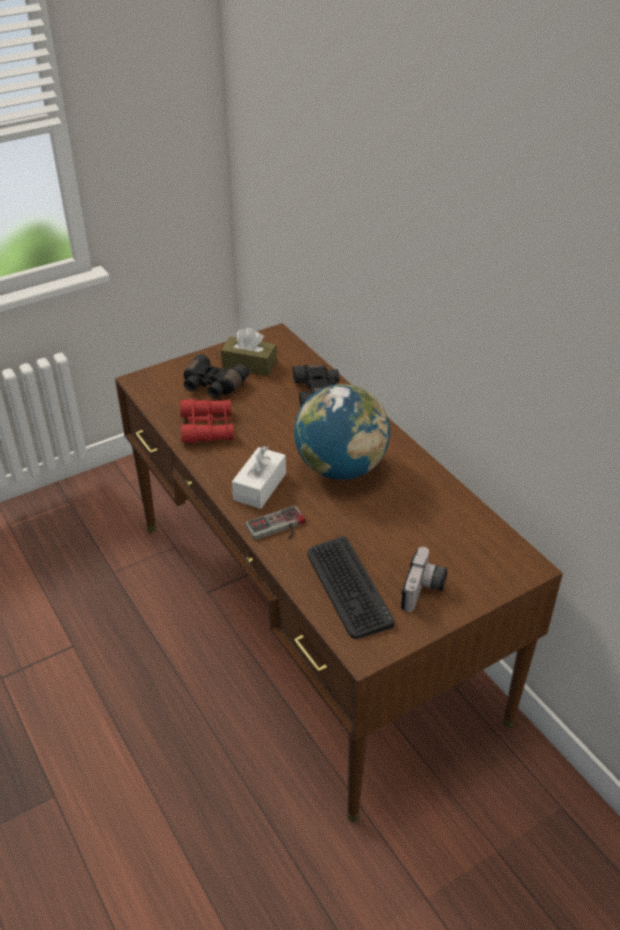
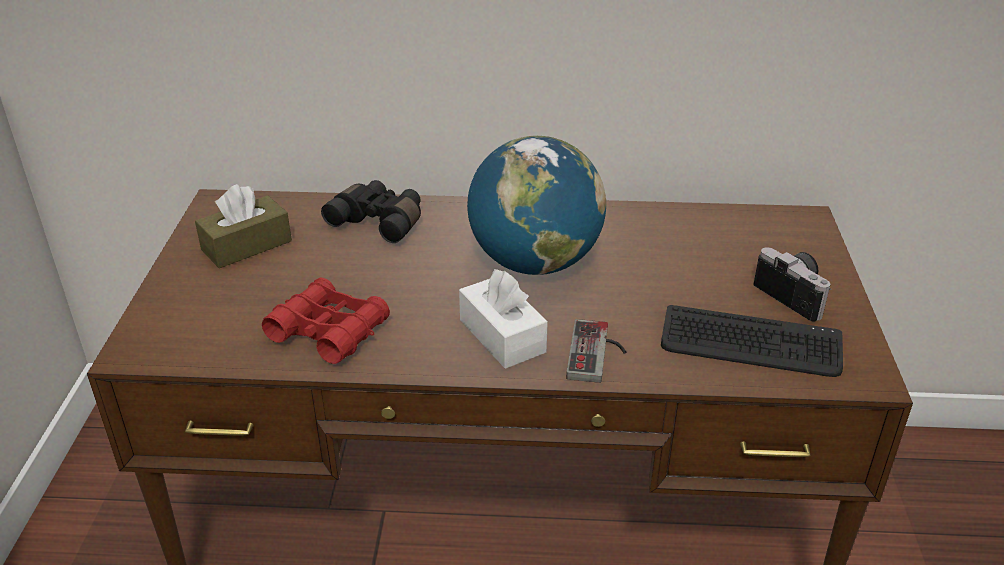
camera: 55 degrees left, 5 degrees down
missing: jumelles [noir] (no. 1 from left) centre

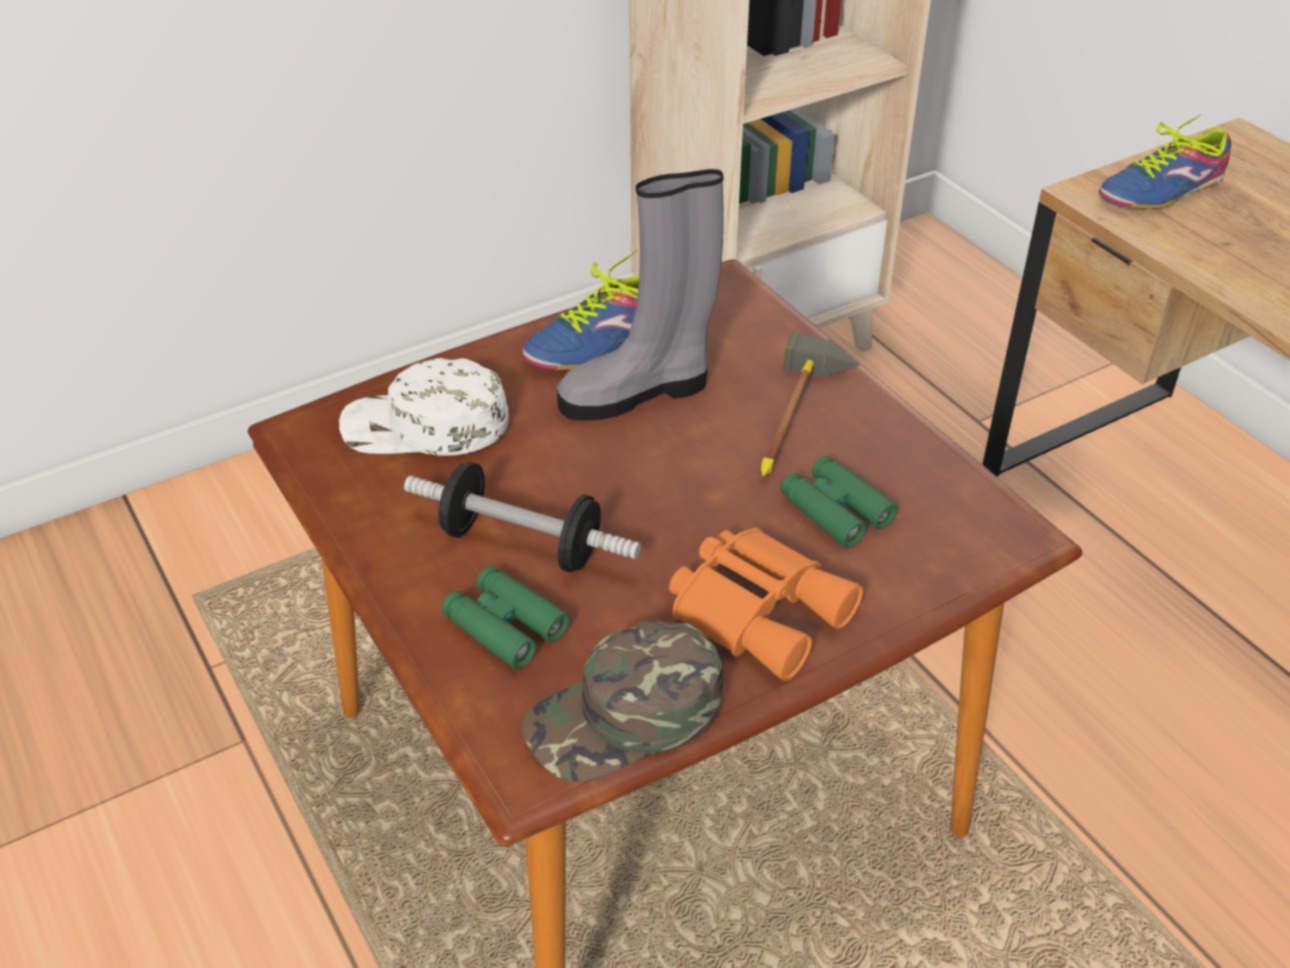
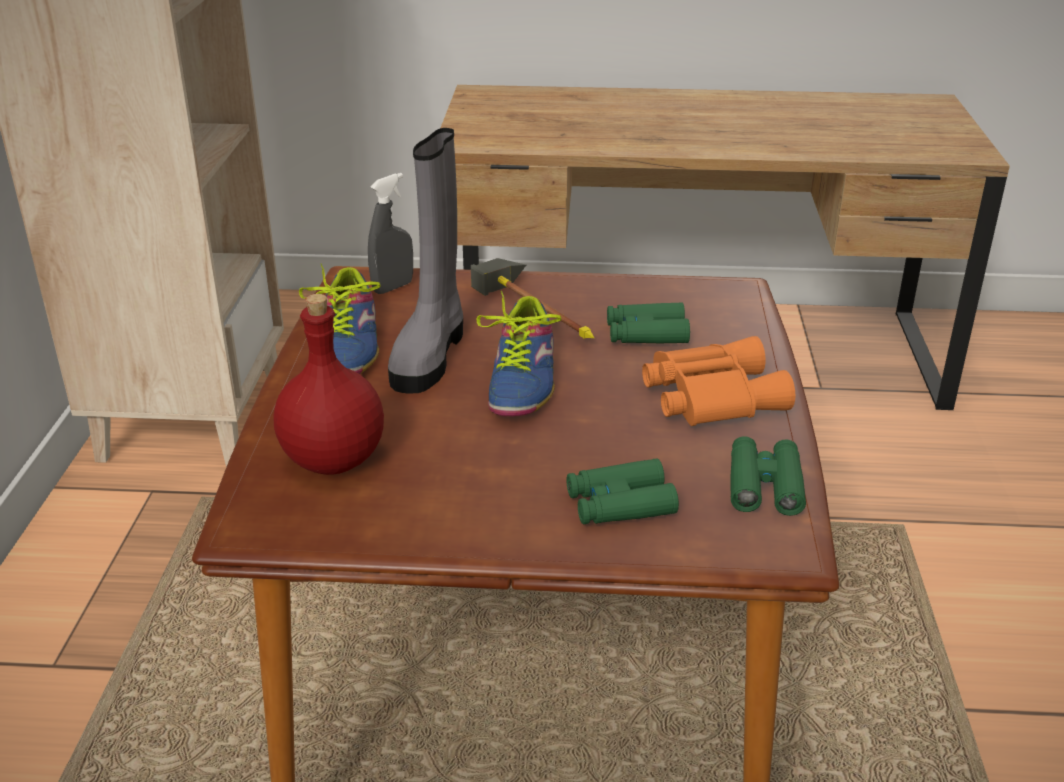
camera: 55 degrees left, 10 degrees down
missing: haltère centre
appeared: vaporisateur [gris] top centre
relocated: chaussure (no. 2 from left) top right to centre
exchanged: casquette [blanc] middle left to bouteille [rouge] middle left; casquette [vert] bottom centre to jumelles [vert] (no. 3 from left) middle right

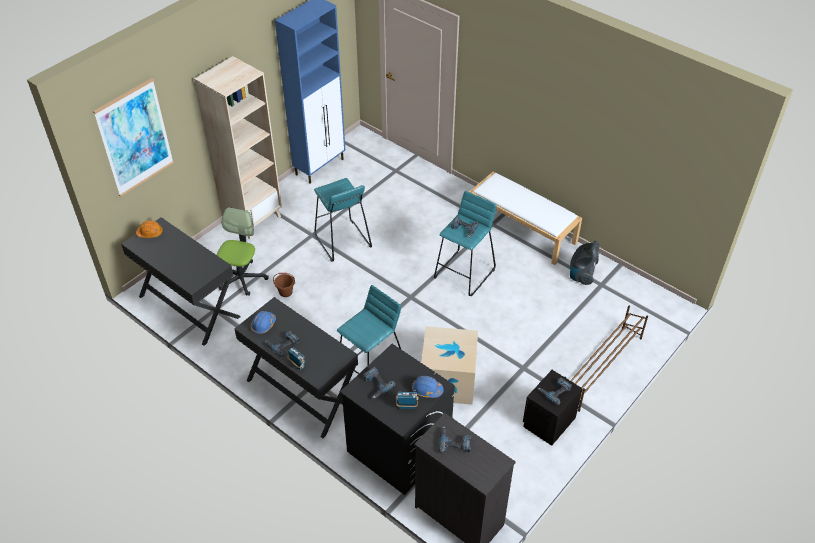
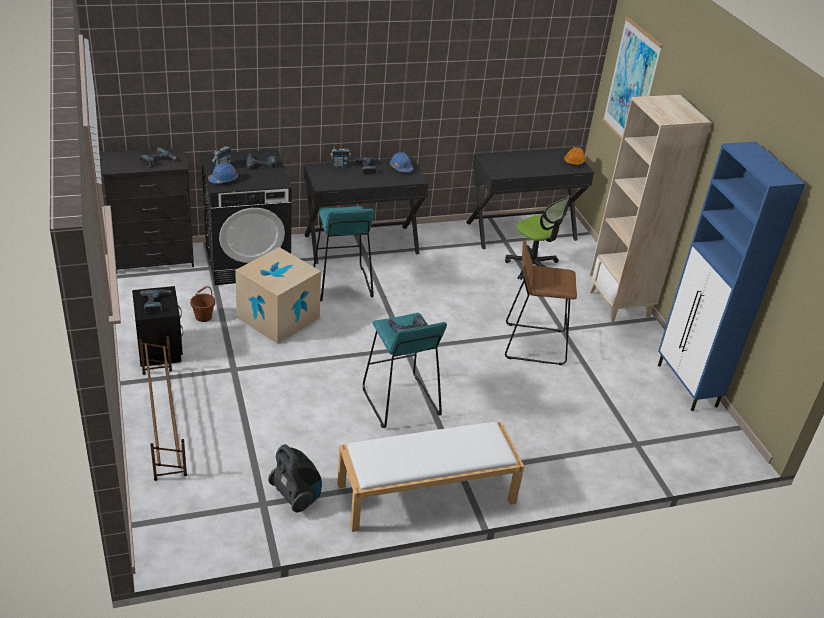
camera: 120 degrees right, 10 degrees down
relocated: seau [marron] centre to middle left
colour: tabouret [turquoise] (no. 1 from left) centre to tabouret [marron] centre

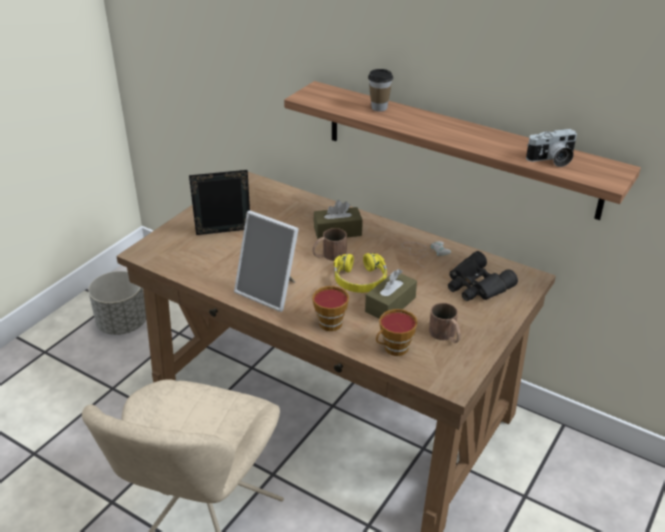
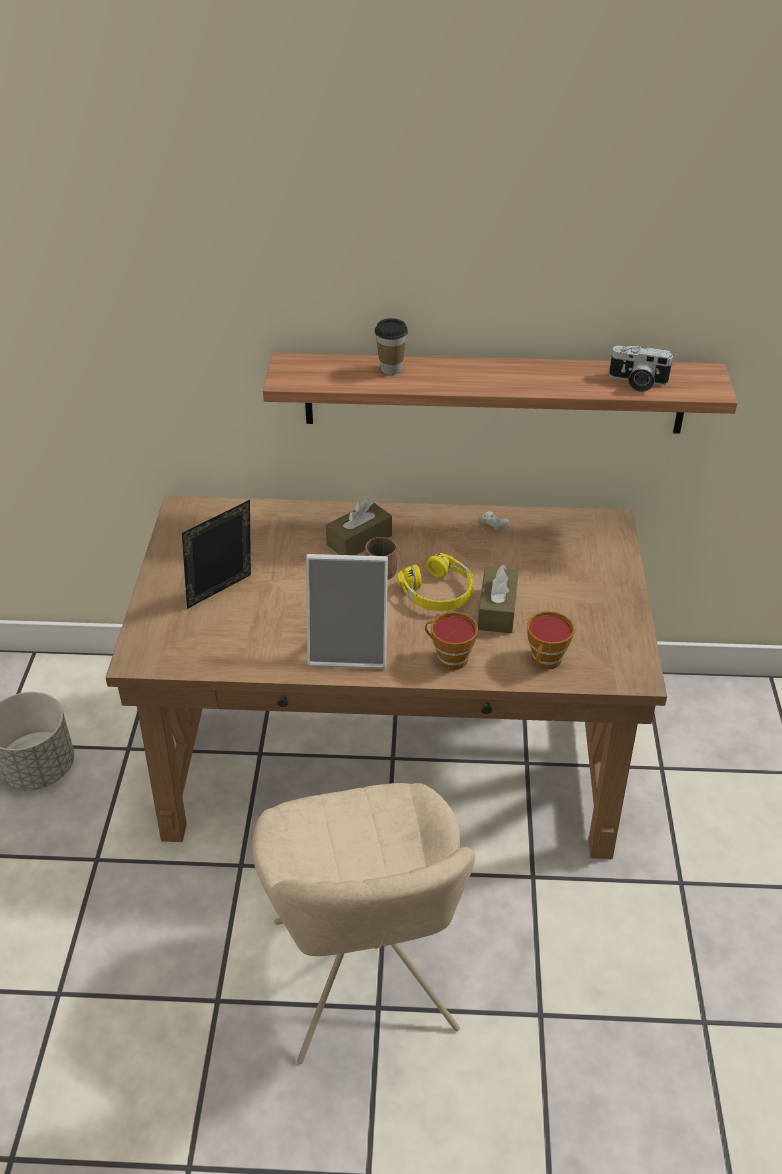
camera: 30 degrees left, 5 degrees up
missing: mug [marron] (no. 2 from left) middle right; jumelles [noir] middle right
spun: appareil photo top right = top right 60 degrees clockwise

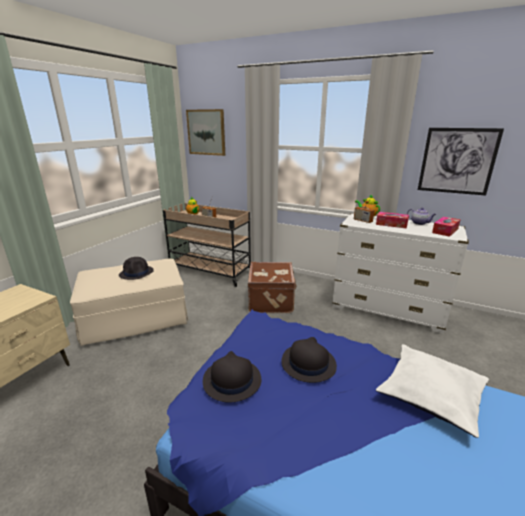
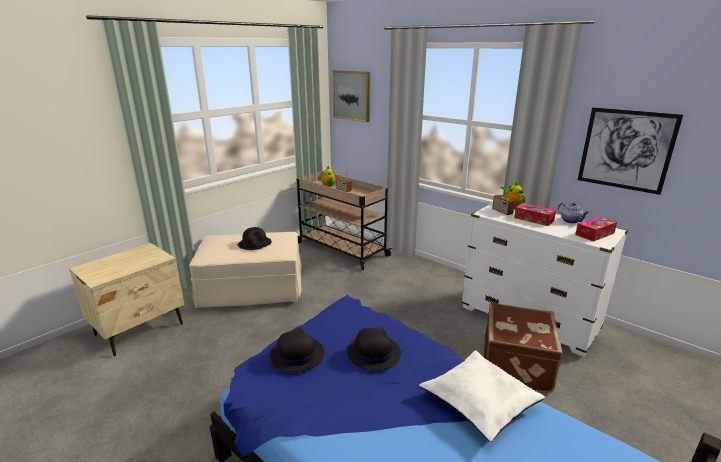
camera: 15 degrees right, 0 degrees up
relocated: valise [marron] centre to bottom right

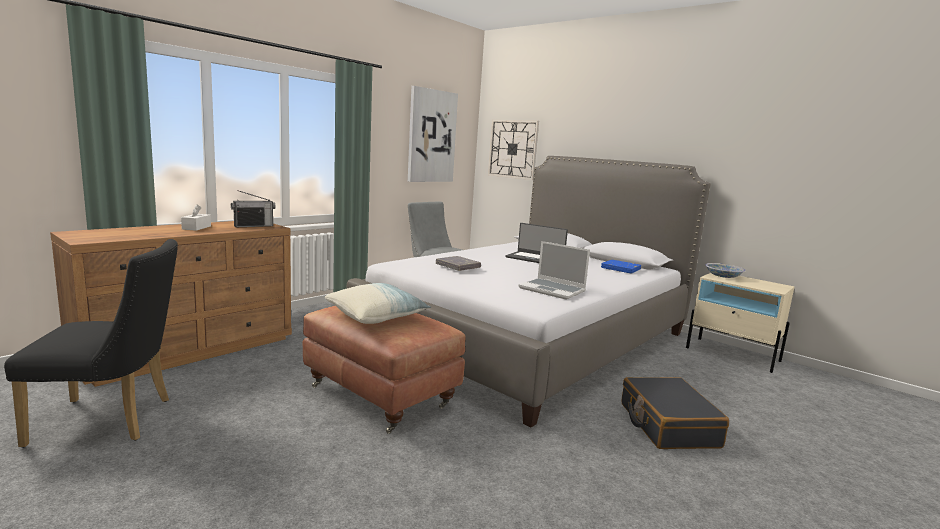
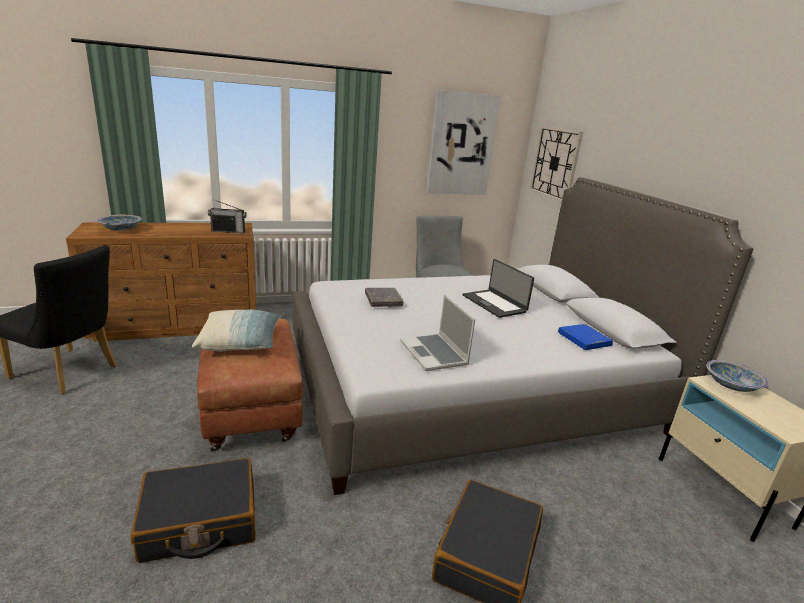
camera: 30 degrees right, 10 degrees up
missing: boîte à mouchoirs [blanc] middle left
appeared: bol (no. 1 from left) middle left; valise [noir] (no. 1 from left) bottom left

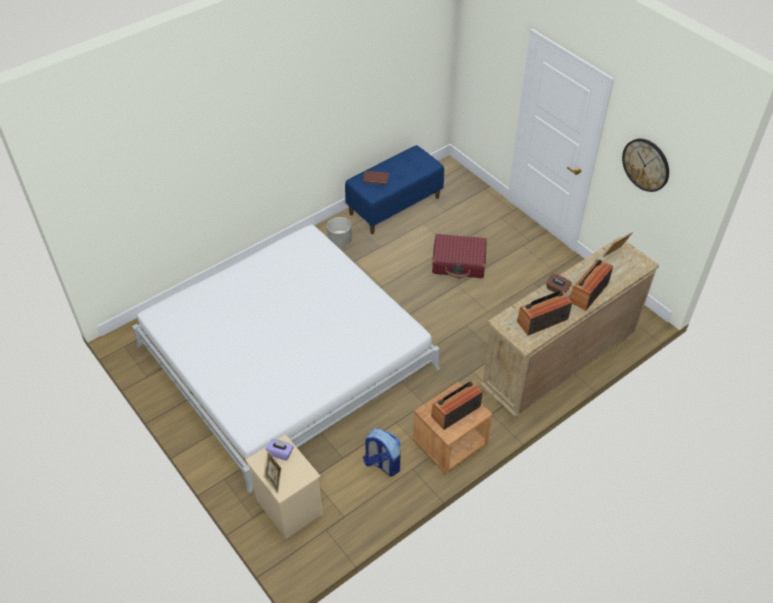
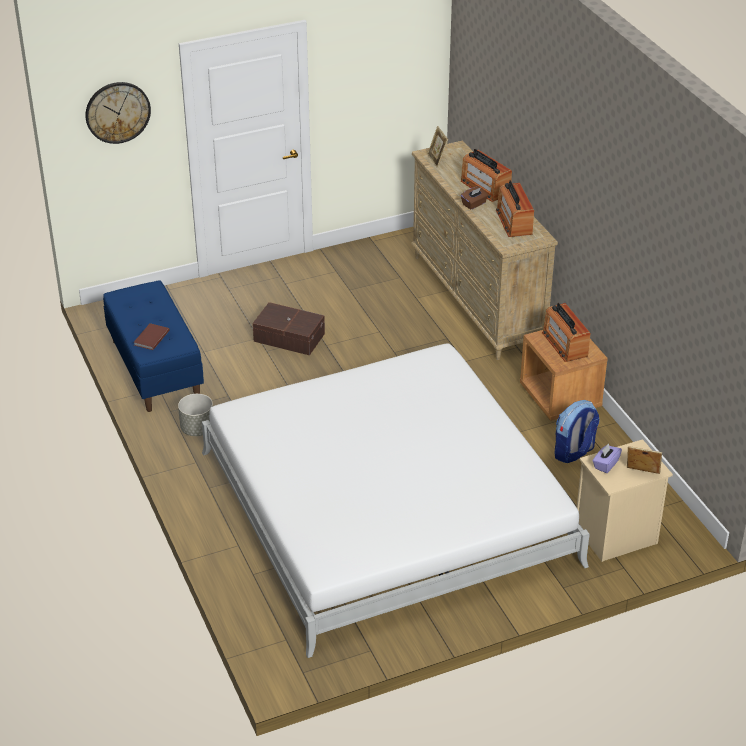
camera: 75 degrees left, 10 degrees down
relocated: horloge murale top right to top left
exchanged: valise [rouge] centre to boîte de rangement [marron] centre

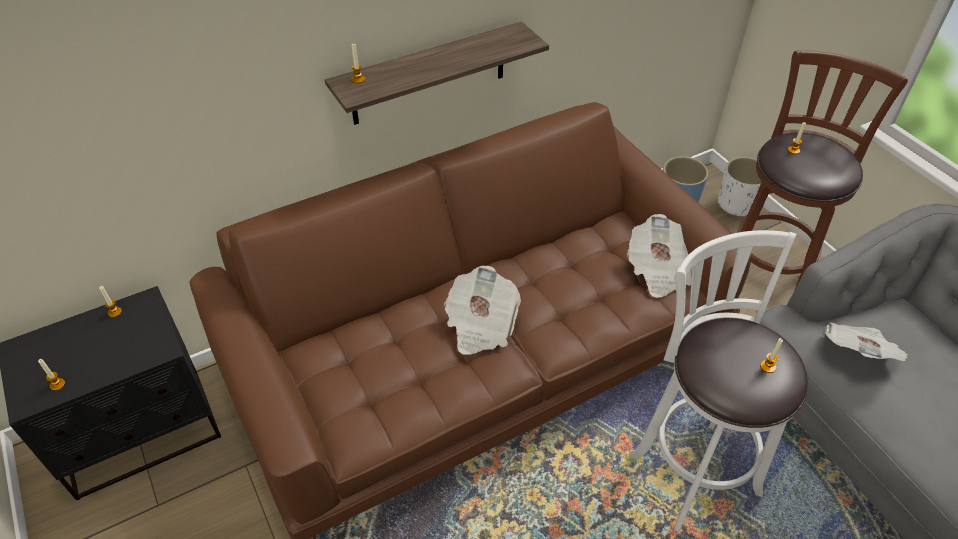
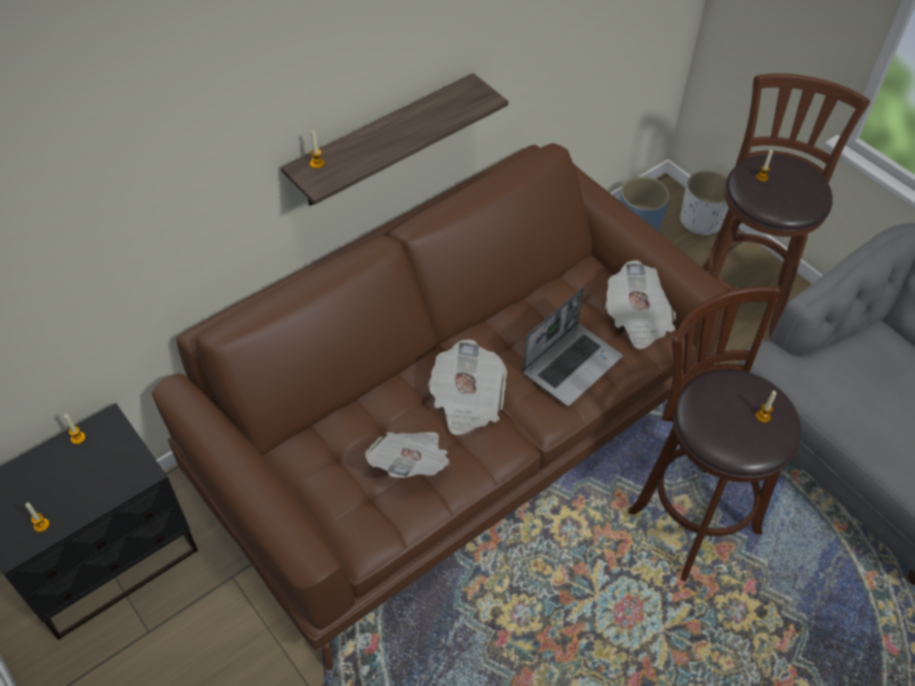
camera: 10 degrees left, 5 degrees up
appeared: ordinateur portable centre
relocated: journal (no. 3 from left in the first image) middle right to journal (no. 1 from left) centre
colour: tabouret [blanc] bottom right to tabouret [marron] (no. 1 from left) middle right

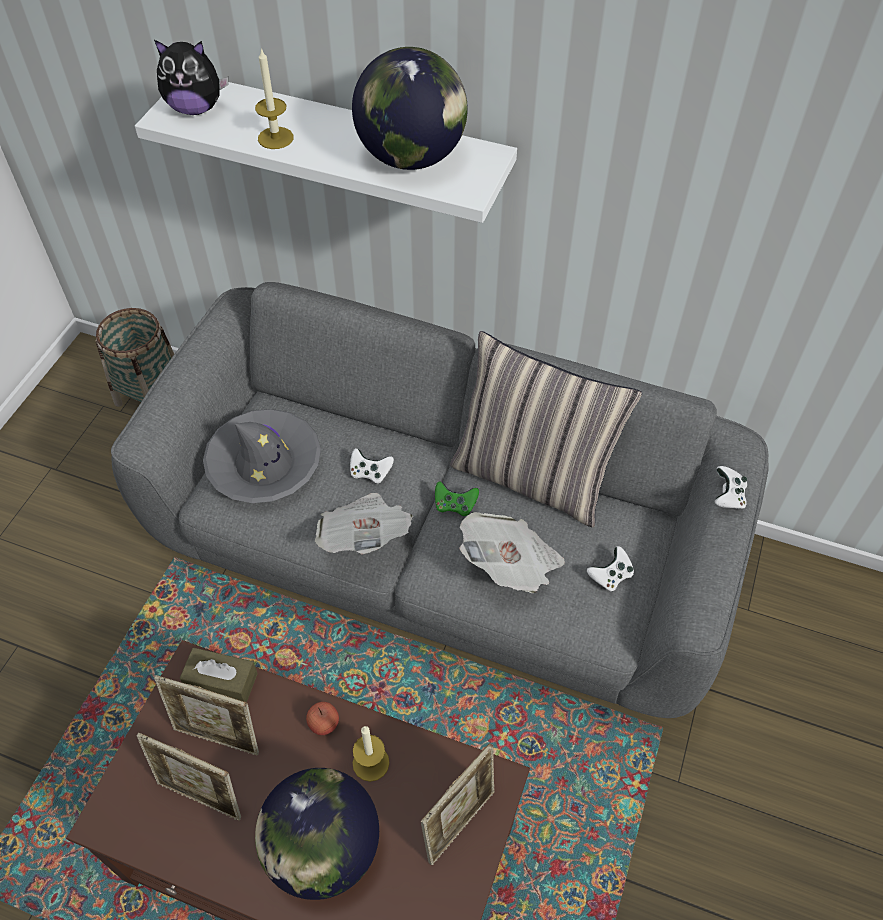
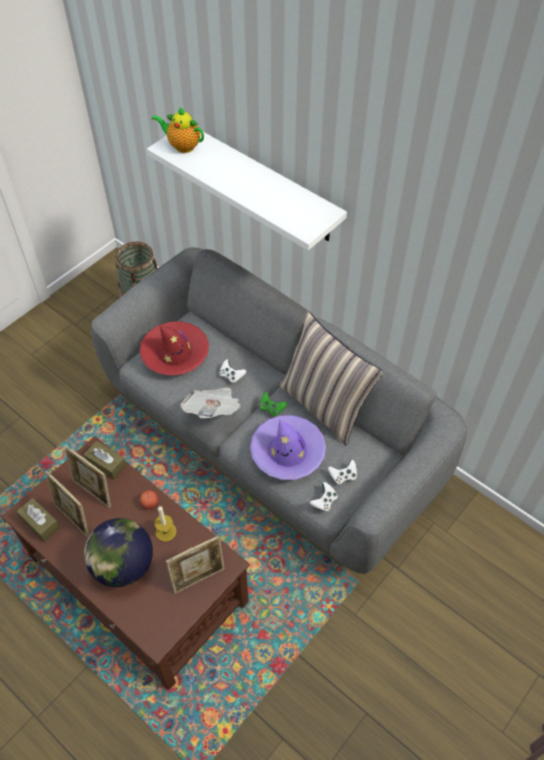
camera: 20 degrees right, 0 degrees up
missing: bougie (no. 1 from left) top left; globe (no. 2 from left) top centre
appeared: boîte à mouchoirs [marron] (no. 1 from left) bottom left
relocated: manette [blanc] (no. 3 from left in the first image) middle right to manette [blanc] (no. 2 from left) centre
exchanged: peluche top left to théière top left; journal (no. 2 from left) centre to chapeau [violet] centre
colour: chapeau [gris] middle left to chapeau [rouge] middle left

